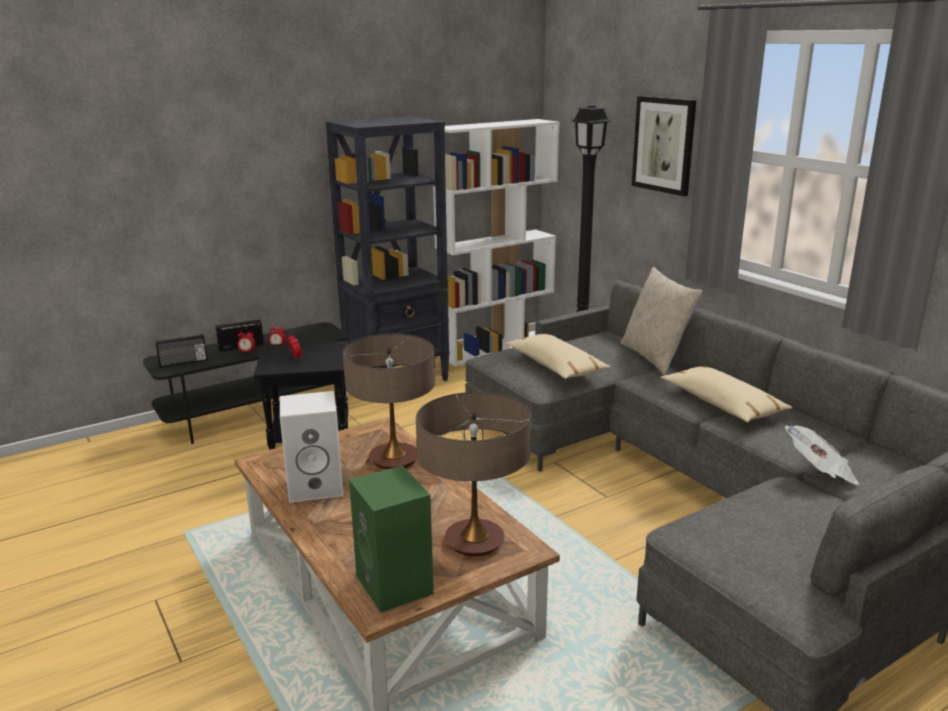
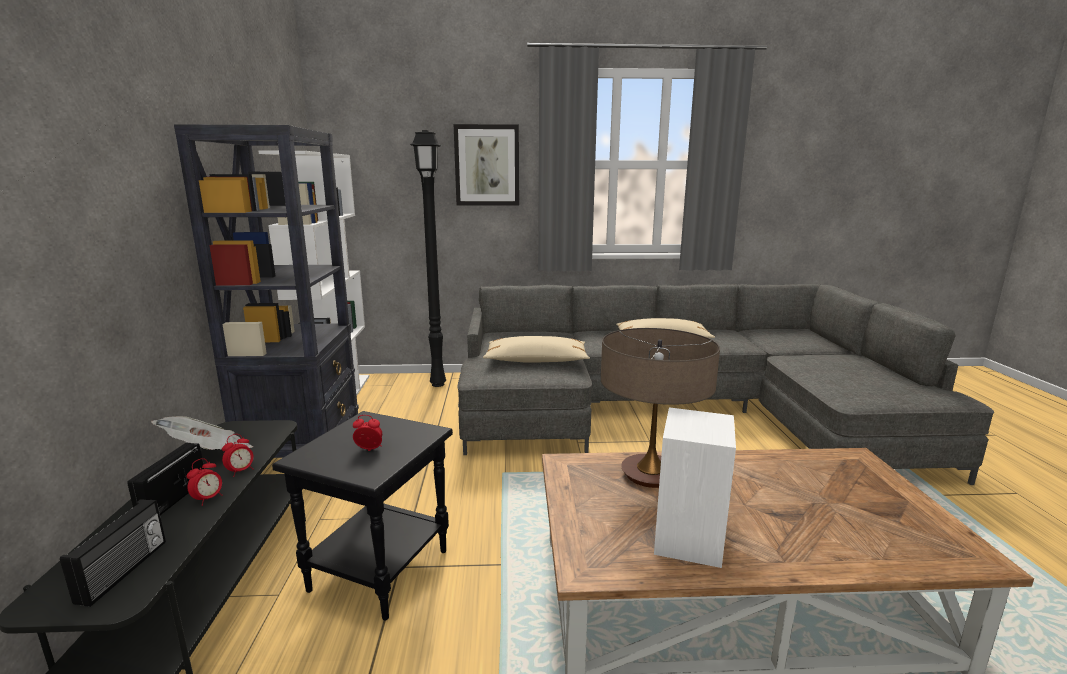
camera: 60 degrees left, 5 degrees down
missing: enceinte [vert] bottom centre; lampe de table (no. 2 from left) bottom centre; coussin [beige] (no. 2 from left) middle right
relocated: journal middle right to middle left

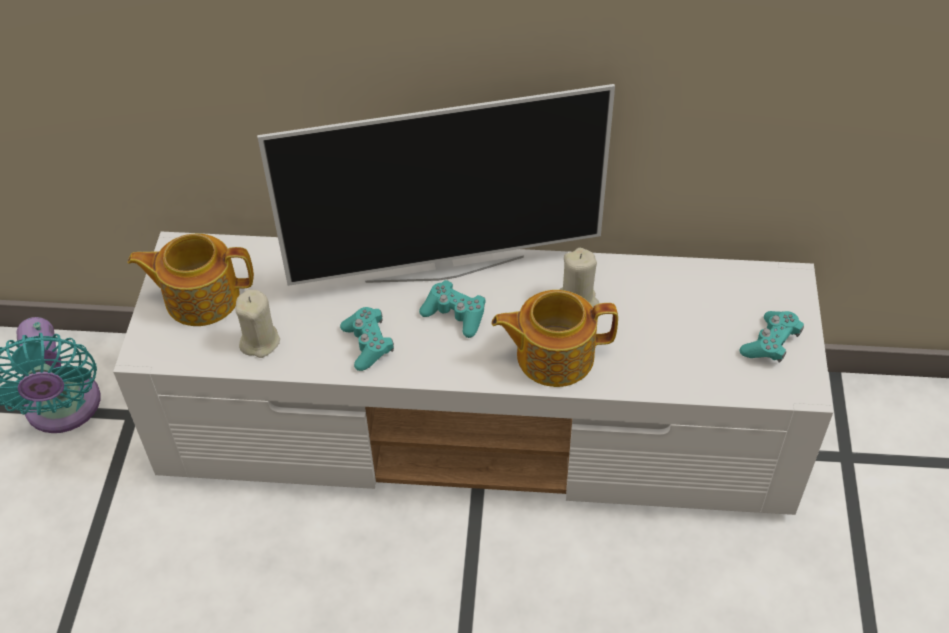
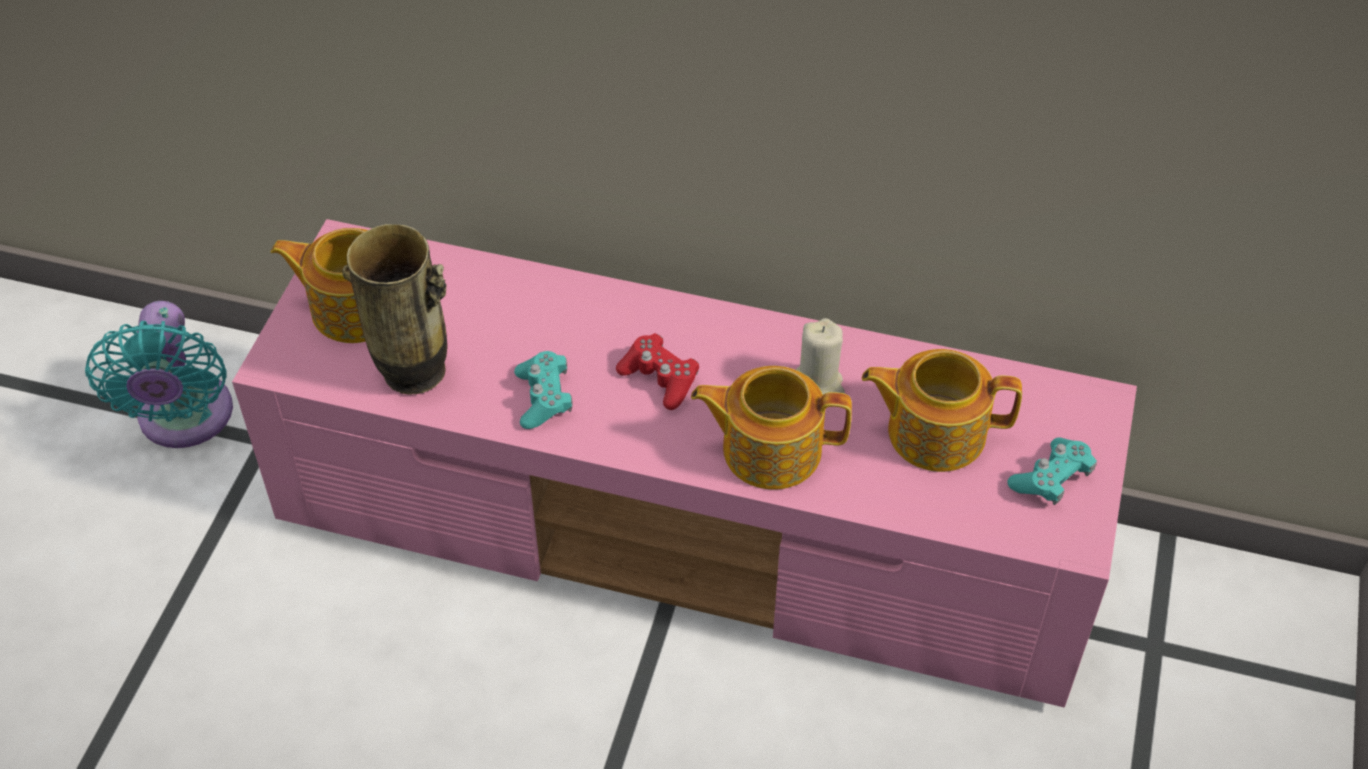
camera: 10 degrees right, 0 degrees up
missing: téléviseur top centre
appeared: théière (no. 3 from left) middle right
exchanged: bougie [beige] (no. 1 from left) middle left to vase middle left
colour: meuble télé [blanc] centre to meuble télé [rose] centre; manette [turquoise] (no. 2 from left) centre to manette [rouge] centre

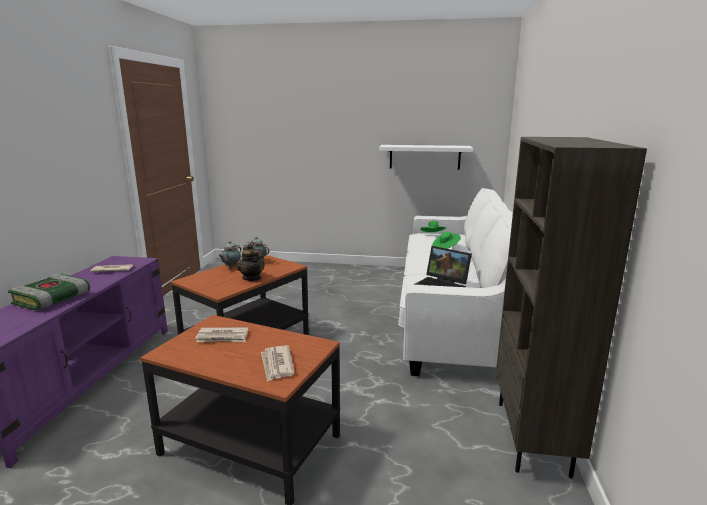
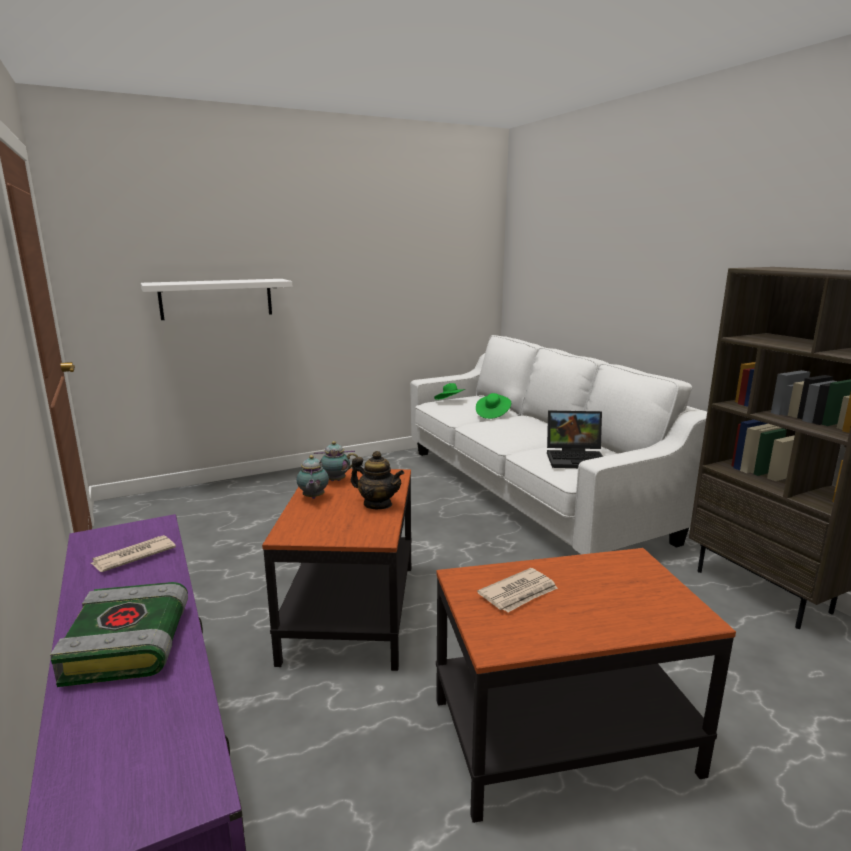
camera: 35 degrees left, 0 degrees up
missing: journal (no. 3 from left) bottom centre
relocated: étagère [blanc] top centre to middle left

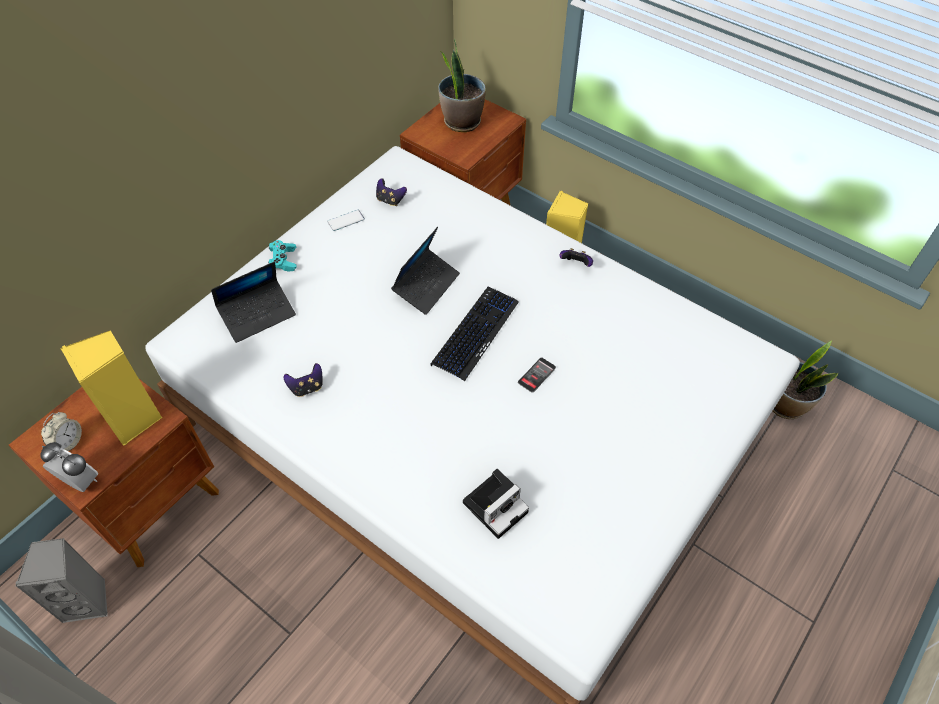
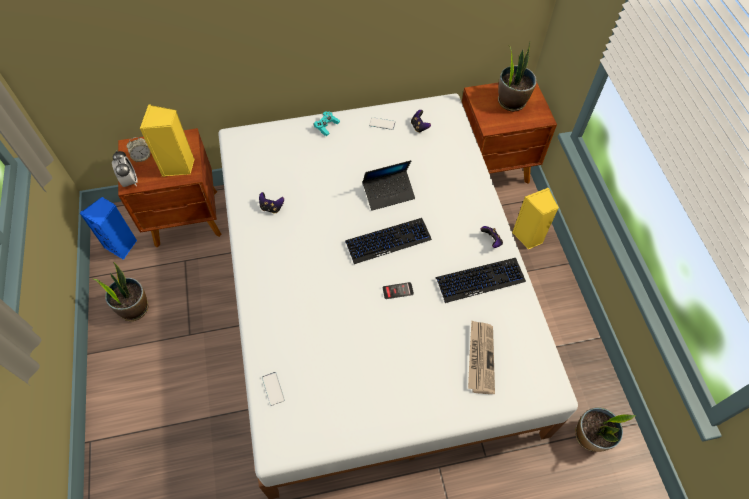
camera: 40 degrees right, 5 degrees up
missing: ordinateur portable (no. 1 from left) middle left; appareil photo bottom centre
appeared: plante en pot (no. 1 from left) middle left; téléphone (no. 1 from left) bottom centre; clavier (no. 2 from left) centre; journal bottom centre
colour: enceinte [gris] bottom left to enceinte [bleu] middle left

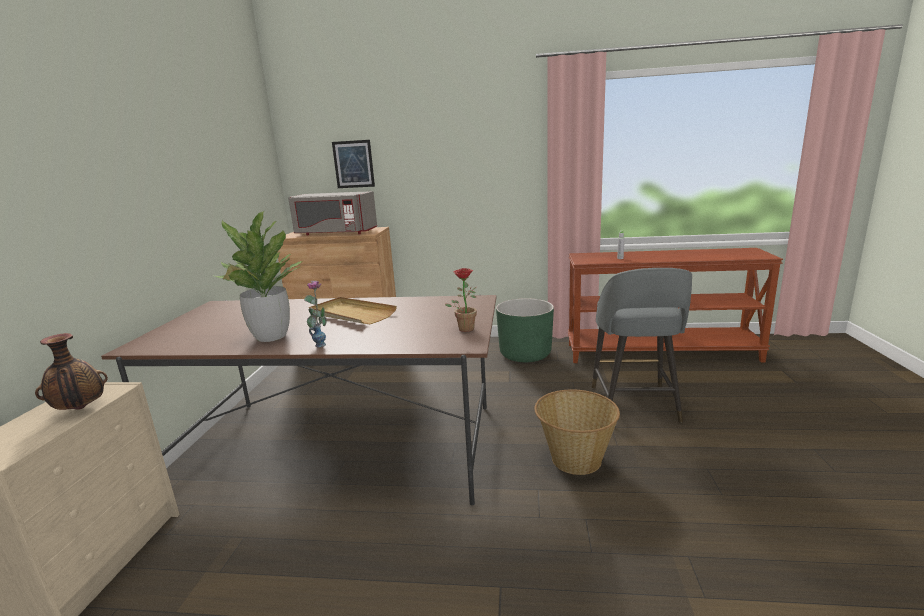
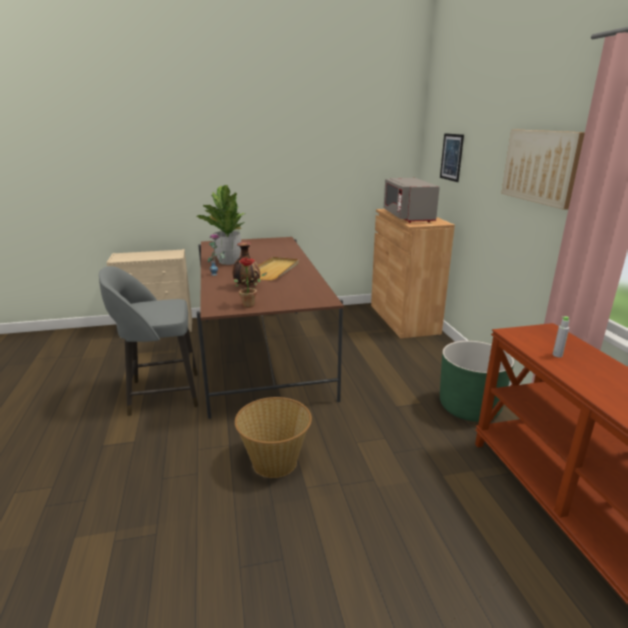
camera: 70 degrees right, 5 degrees up
appeared: tableau (no. 2 from left) top right
relocated: tabouret [gris] middle right to middle left; vase (no. 1 from left in the first image) middle left to vase (no. 2 from left) centre

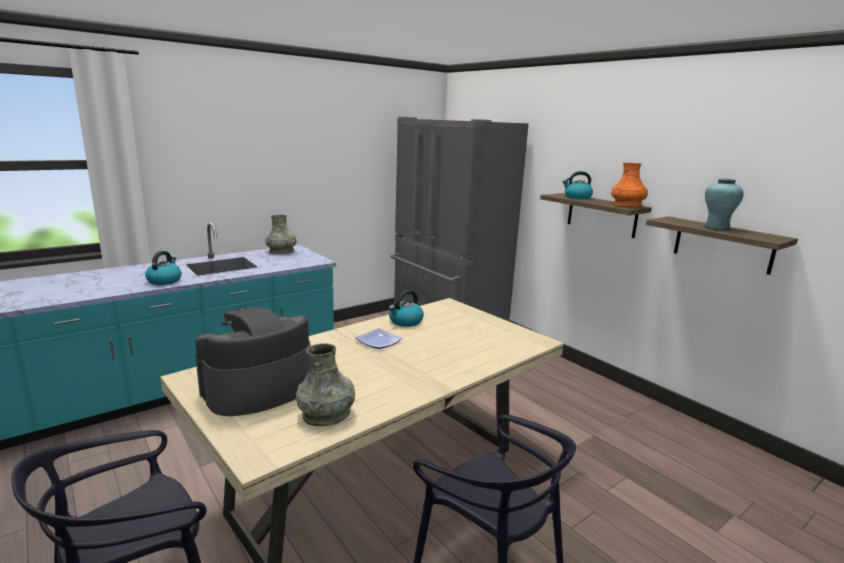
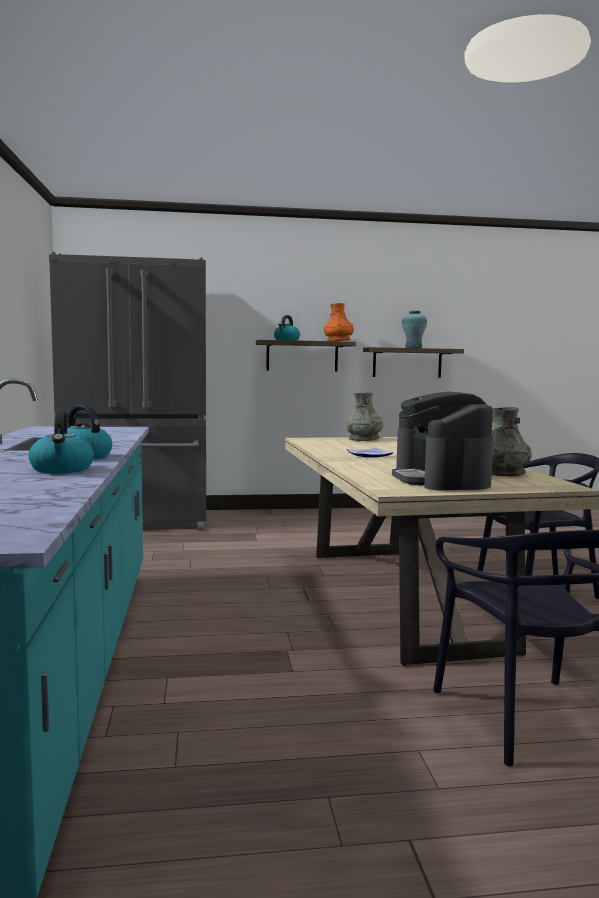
camera: 60 degrees left, 10 degrees down
relocated: bouilloire (no. 2 from left in the first image) centre to bouilloire (no. 1 from left) middle left; vase [gris] (no. 1 from left) middle left to centre

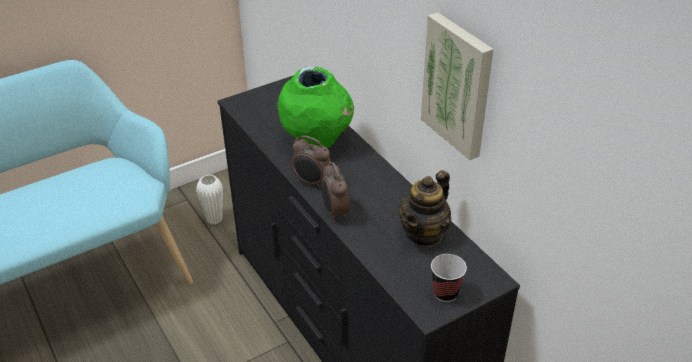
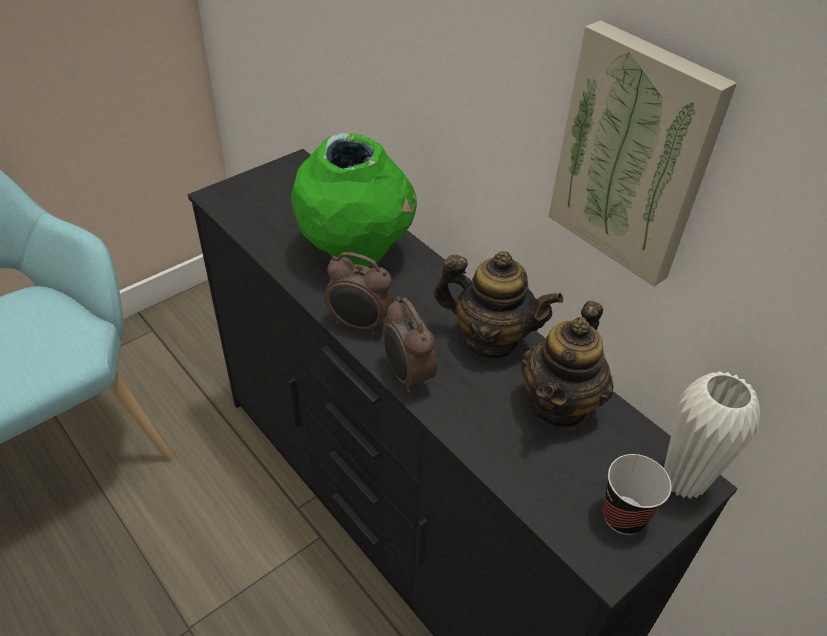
camera: 10 degrees left, 5 degrees up
appeared: théière (no. 1 from left) centre
relocated: vase [blanc] middle left to bottom right

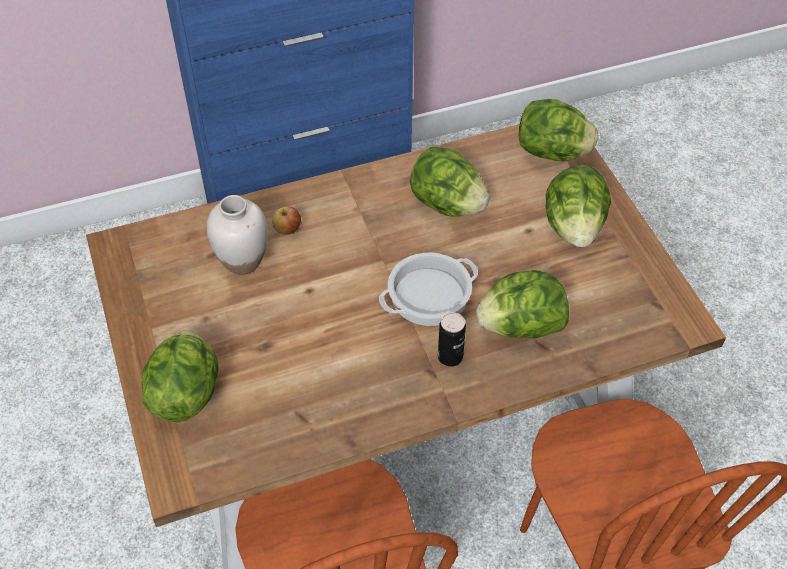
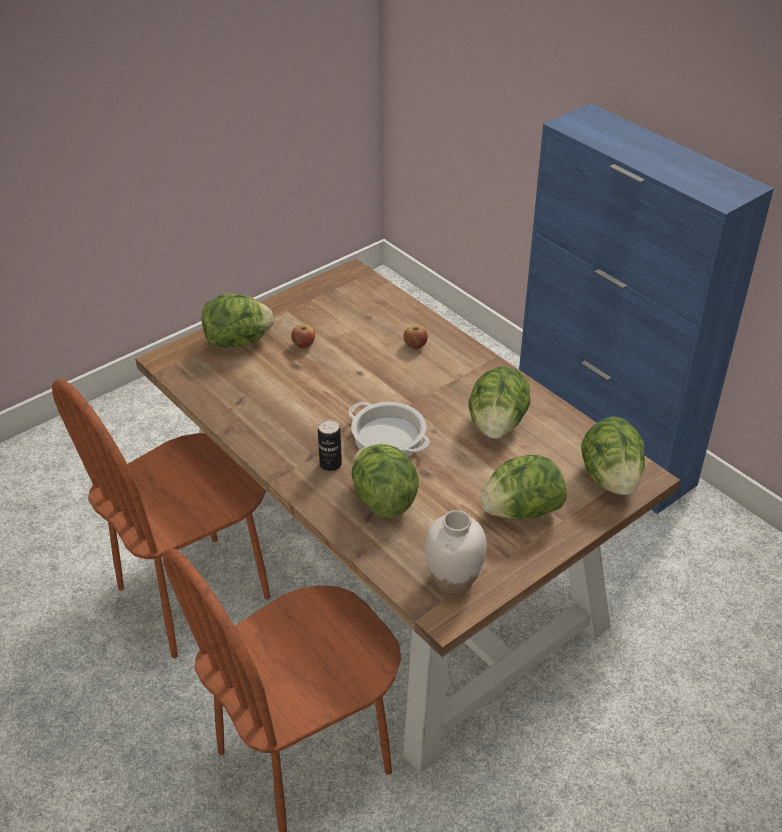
camera: 70 degrees right, 10 degrees down
appeared: pomme (no. 1 from left) centre
relocated: vase [blanc] middle left to centre

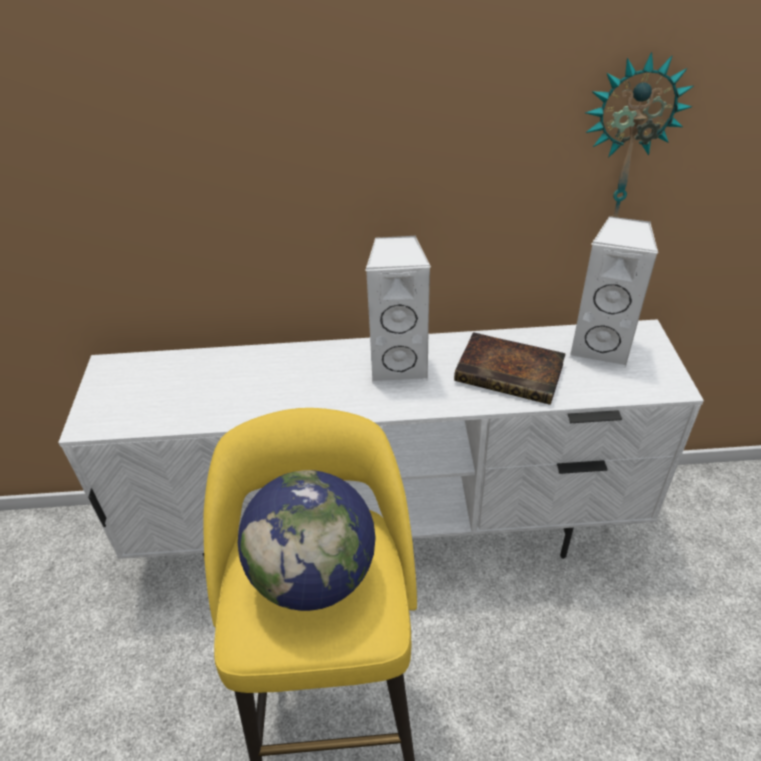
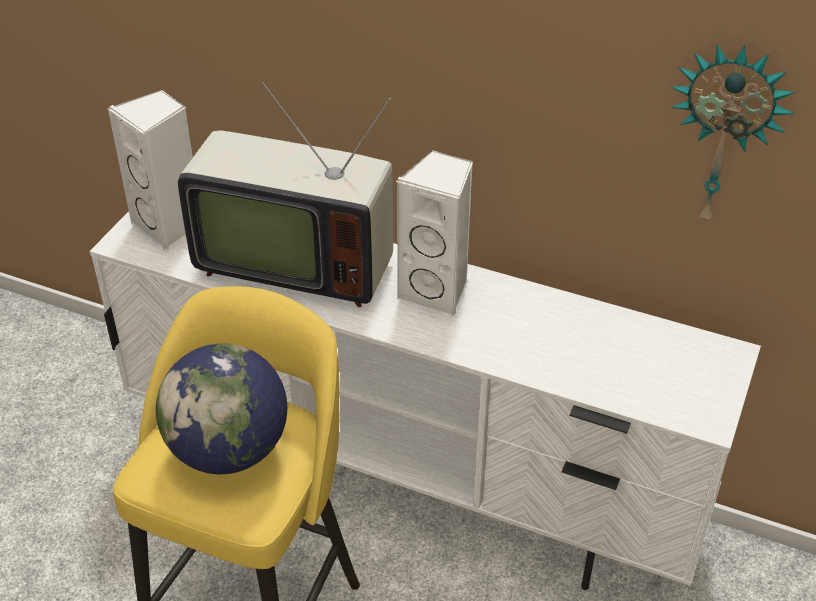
camera: 25 degrees right, 0 degrees up
missing: livre middle right
appeared: téléviseur top centre
relocated: enceinte [blanc] (no. 2 from left in the first image) middle right to enceinte [blanc] (no. 1 from left) top left

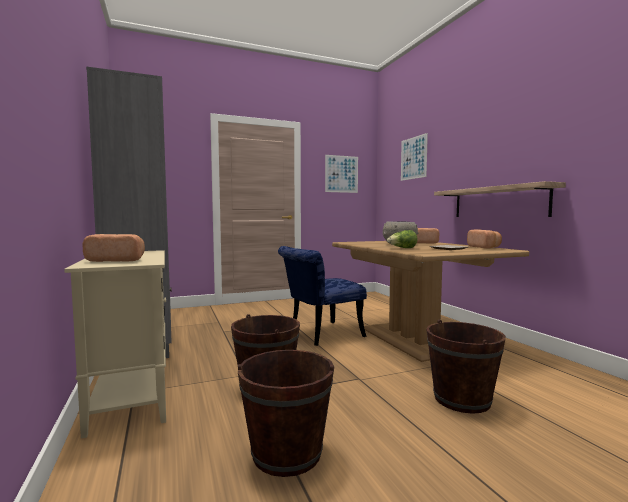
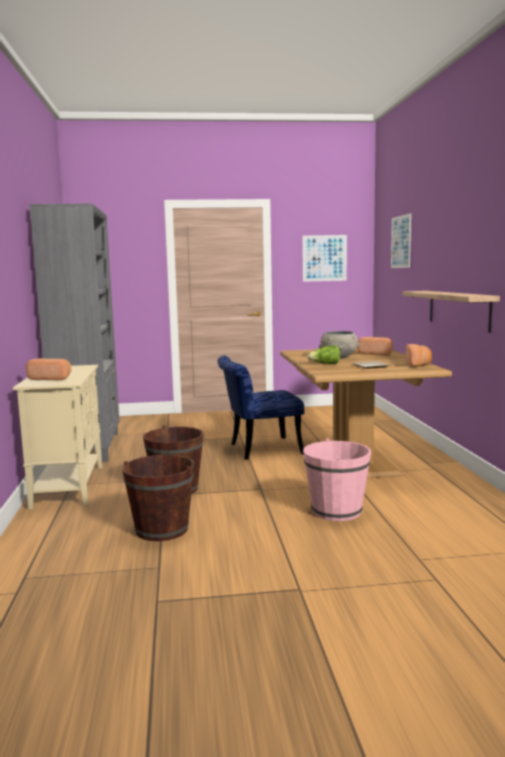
camera: 15 degrees right, 5 degrees up
colour: seau [marron] (no. 3 from left) bottom right to seau [rose] middle right

